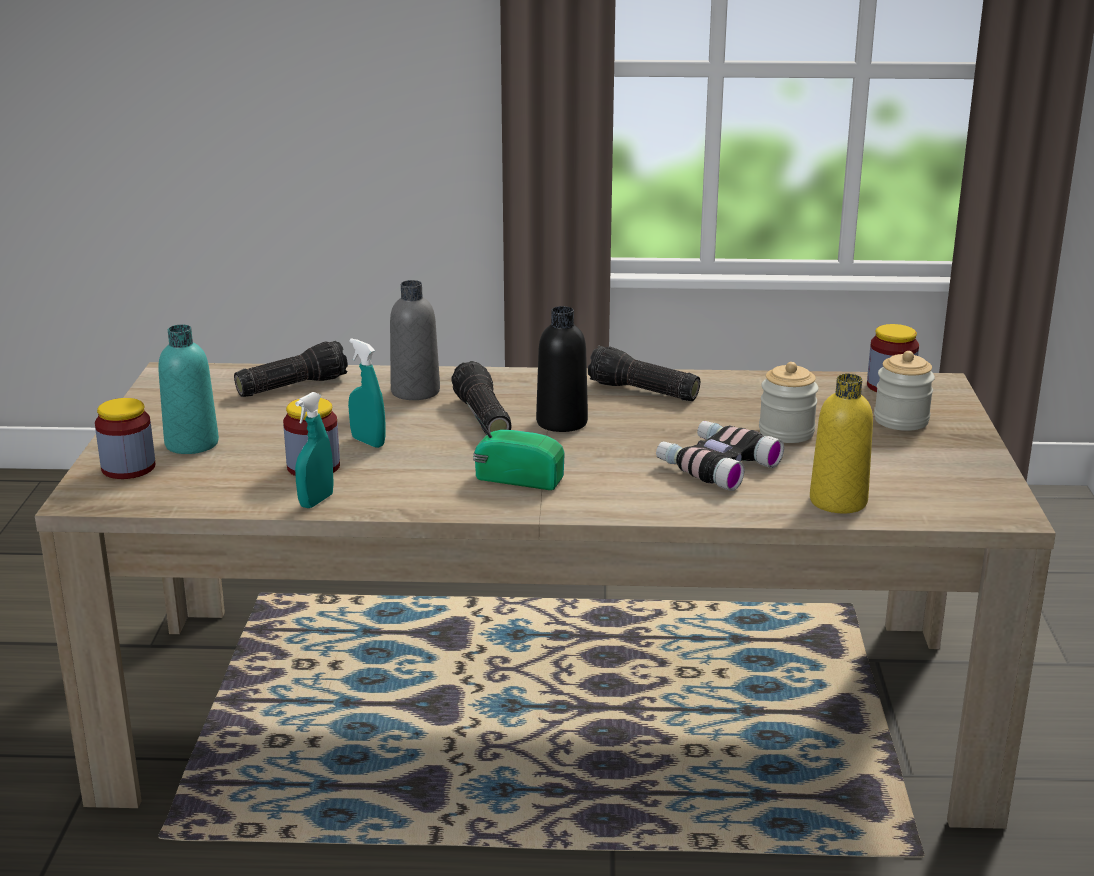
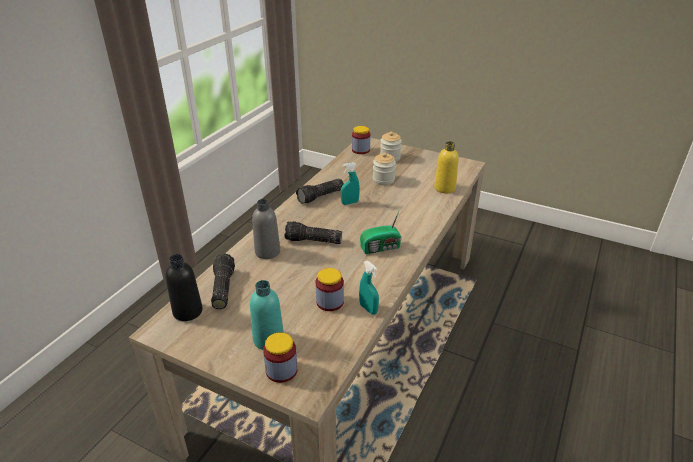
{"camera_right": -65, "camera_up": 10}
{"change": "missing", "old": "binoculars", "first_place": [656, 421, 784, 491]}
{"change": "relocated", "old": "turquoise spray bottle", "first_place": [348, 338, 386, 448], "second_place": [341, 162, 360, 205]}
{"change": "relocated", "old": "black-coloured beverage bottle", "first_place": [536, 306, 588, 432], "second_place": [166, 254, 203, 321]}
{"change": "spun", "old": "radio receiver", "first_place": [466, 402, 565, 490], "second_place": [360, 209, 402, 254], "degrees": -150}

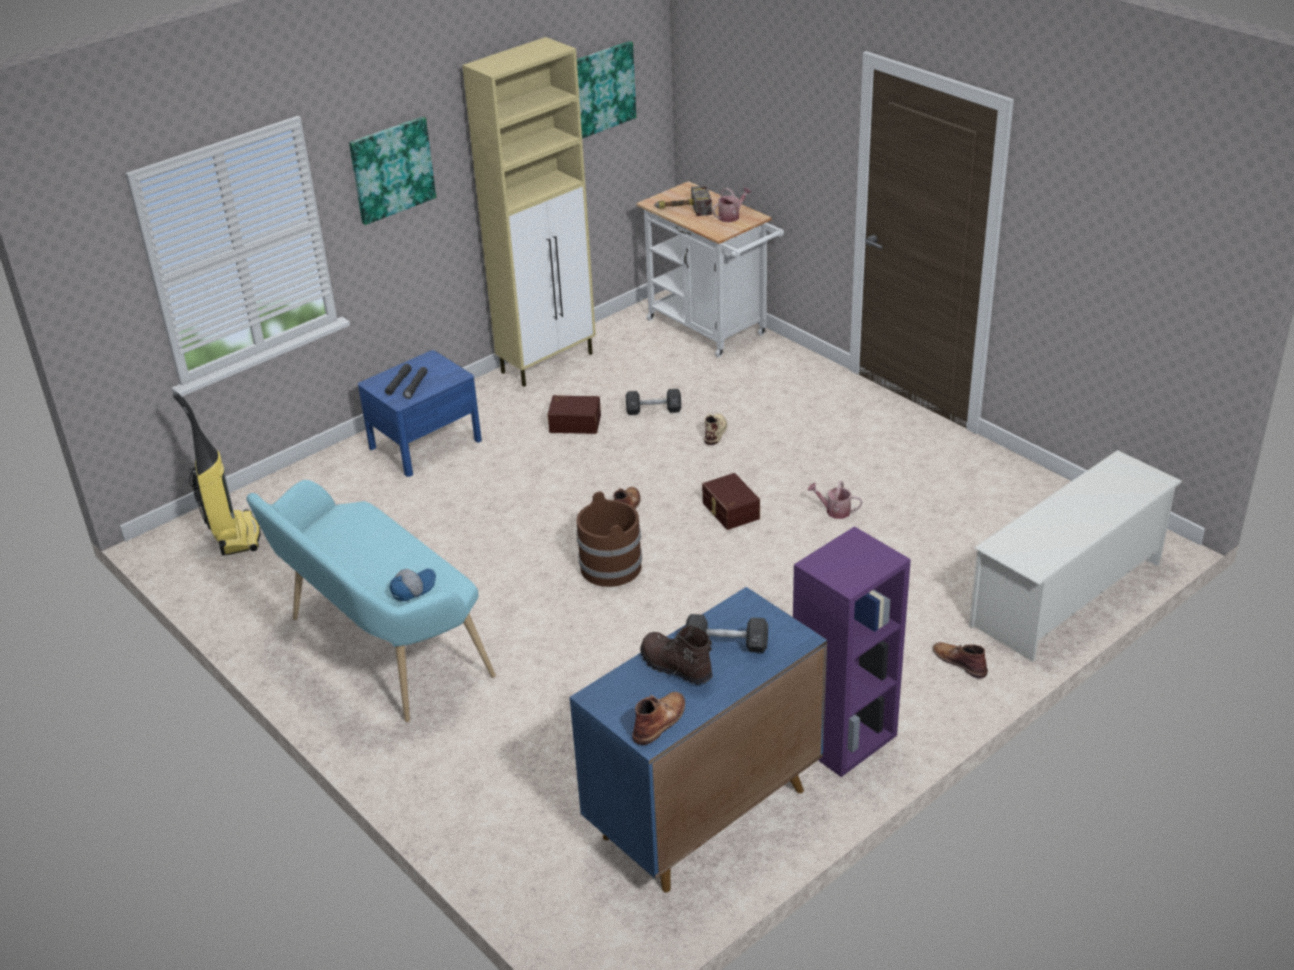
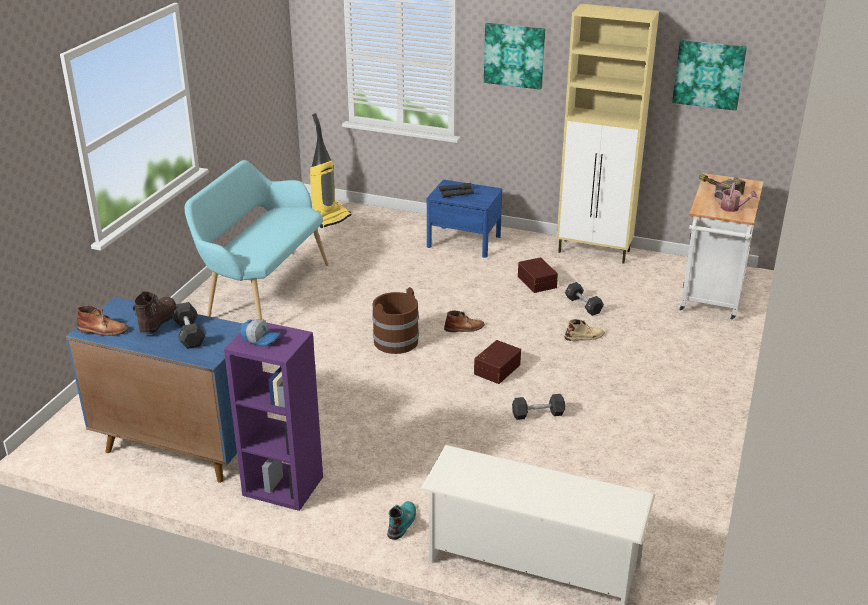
{"camera_right": 60, "camera_up": -5}
{"change": "relocated", "old": "cap", "first_place": [389, 568, 436, 601], "second_place": [240, 319, 281, 347]}
{"change": "exchanged", "old": "watering can", "new": "black-coloured hand weight", "first_place": [807, 481, 862, 519], "second_place": [512, 394, 565, 420]}
{"change": "colour", "old": "brownish tall boot", "new": "turquoise tall boot", "first_place": [933, 642, 988, 679], "second_place": [387, 501, 416, 540]}

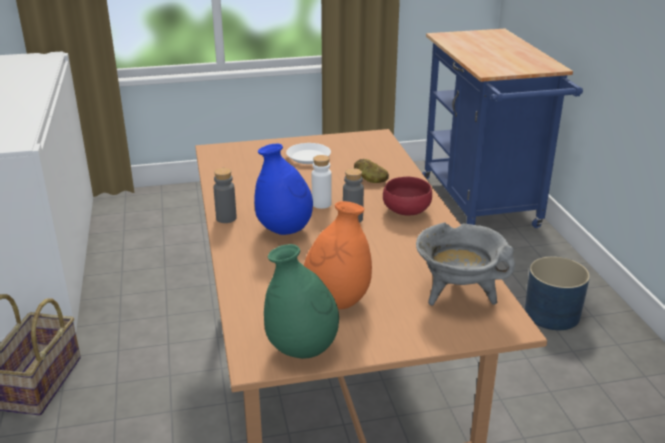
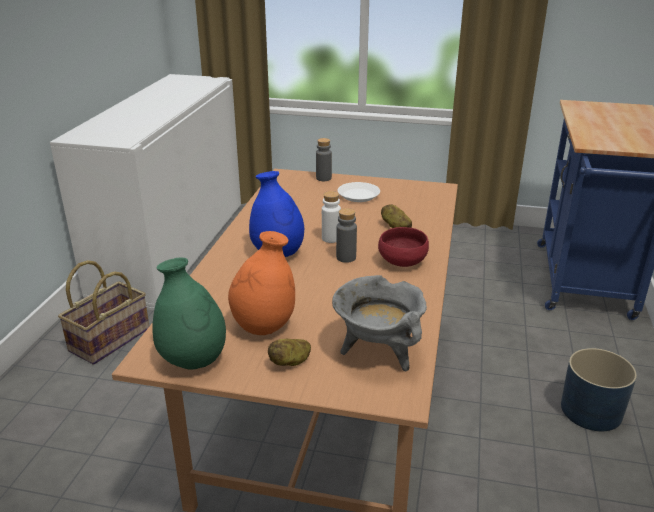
{"camera_right": 25, "camera_up": 0}
{"change": "appeared", "new": "potato", "second_place": [268, 338, 311, 366]}
{"change": "relocated", "old": "gray beverage bottle", "first_place": [213, 168, 236, 223], "second_place": [316, 138, 332, 181]}

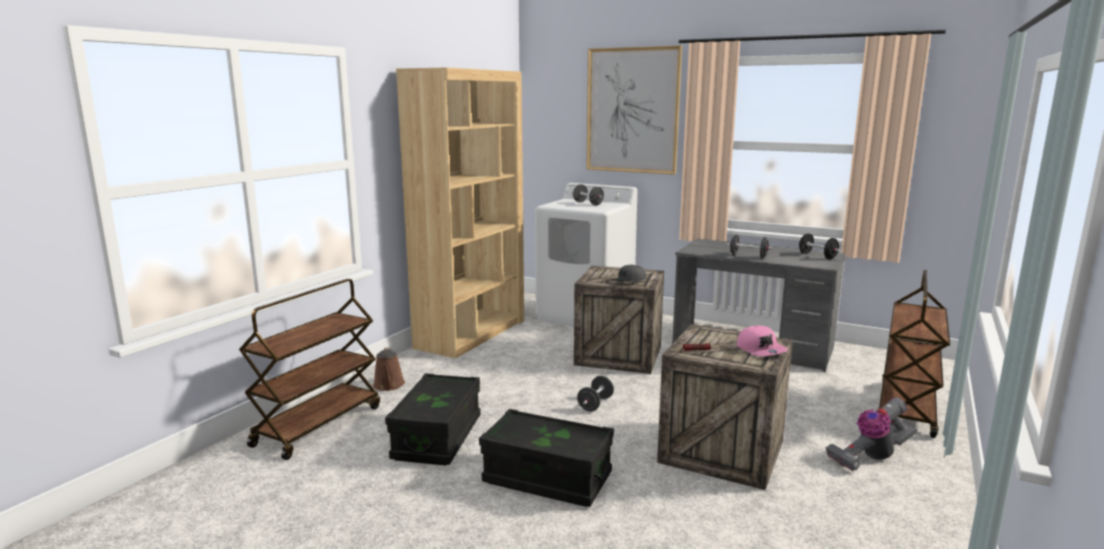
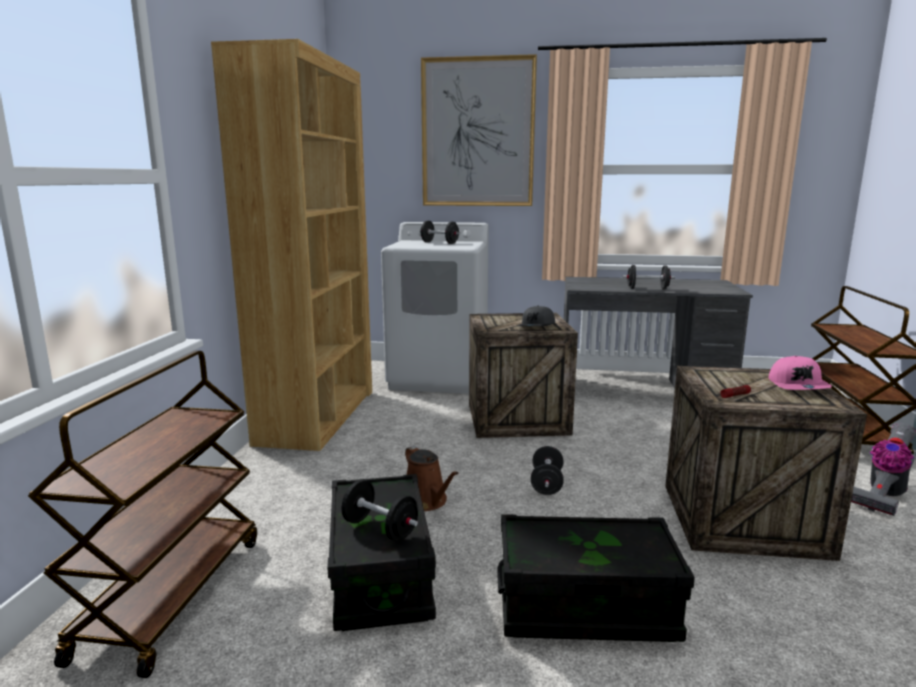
{"camera_right": -20, "camera_up": 0}
{"change": "relocated", "old": "brownish watering can", "first_place": [373, 347, 405, 391], "second_place": [405, 446, 458, 511]}
{"change": "relocated", "old": "black-coloured hand weight", "first_place": [799, 233, 840, 259], "second_place": [342, 480, 418, 541]}
{"change": "spun", "old": "pink cap", "first_place": [737, 326, 788, 356], "second_place": [769, 356, 832, 390], "degrees": 45}

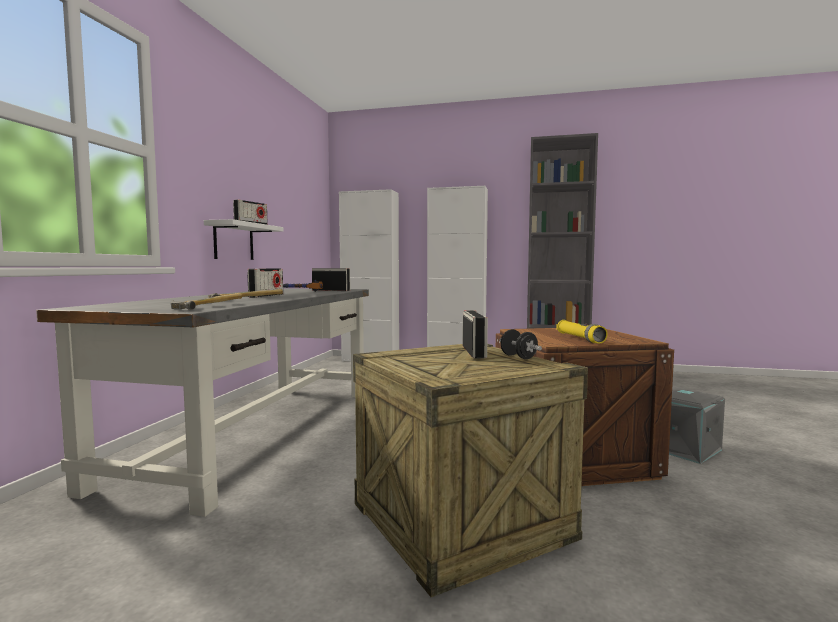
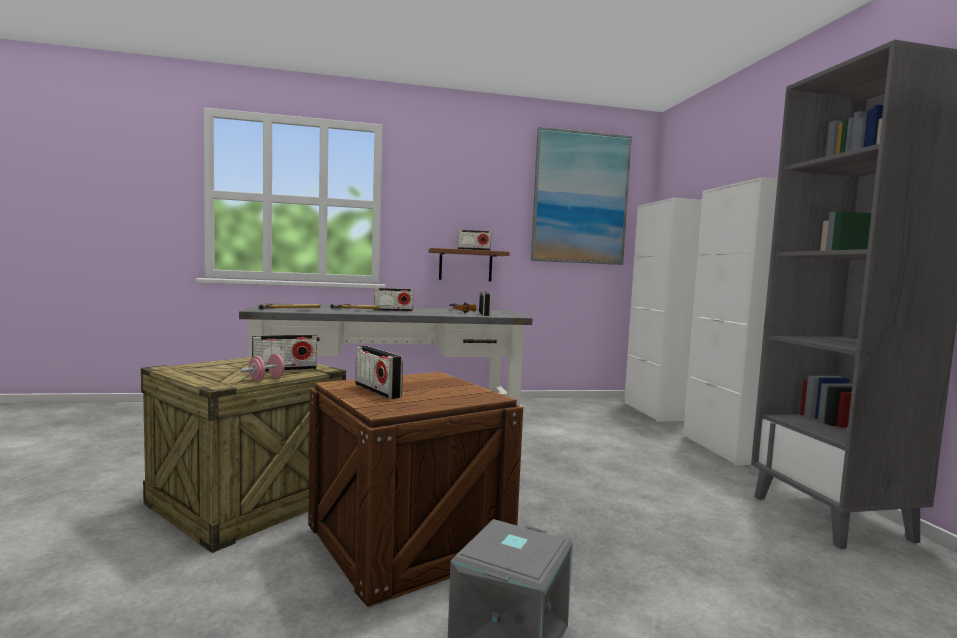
{"camera_right": 65, "camera_up": 0}
{"change": "appeared", "new": "picture", "second_place": [531, 127, 632, 265]}
{"change": "exchanged", "old": "yellow torch", "new": "radio receiver", "first_place": [556, 320, 608, 343], "second_place": [355, 346, 403, 399]}
{"change": "colour", "old": "white-coloured shelf", "new": "brownish shelf", "first_place": [204, 219, 284, 260], "second_place": [428, 248, 510, 282]}
{"change": "colour", "old": "black-coloured hand weight", "new": "pink hand weight", "first_place": [499, 329, 542, 359], "second_place": [240, 354, 292, 381]}

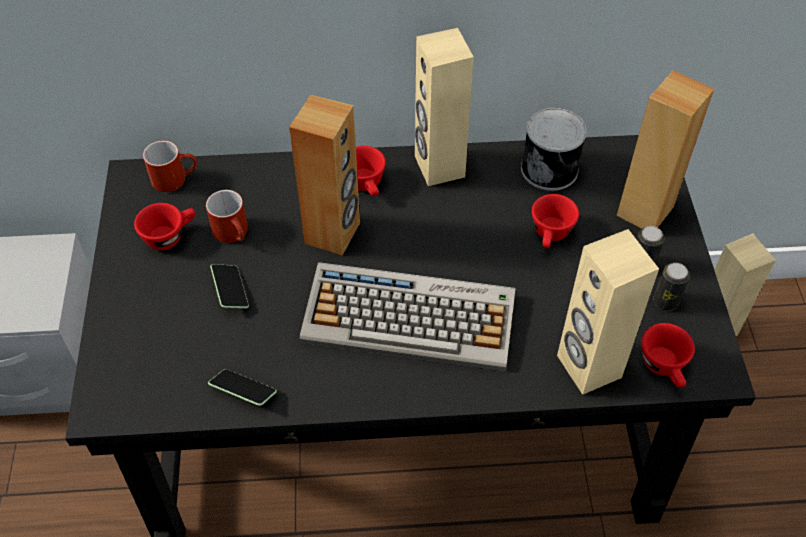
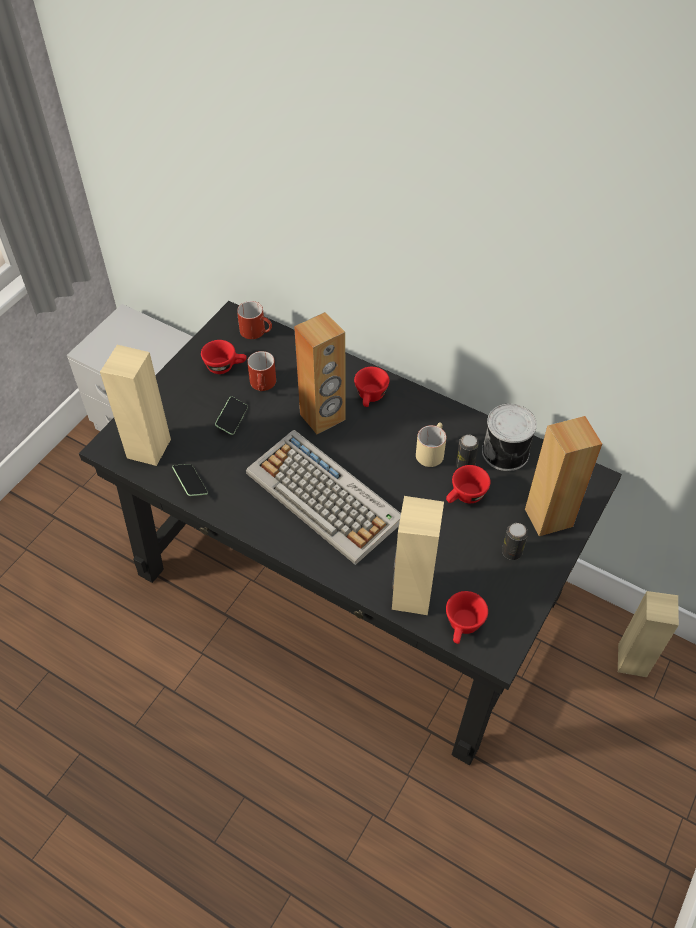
{"camera_right": 35, "camera_up": 0}
{"change": "appeared", "new": "sand-coloured coffee mug", "second_place": [416, 423, 446, 467]}
{"change": "relocated", "old": "sand-coloured audio speaker", "first_place": [415, 28, 474, 186], "second_place": [100, 345, 171, 466]}
{"change": "relocated", "old": "sealed can", "first_place": [653, 263, 690, 311], "second_place": [456, 435, 479, 468]}

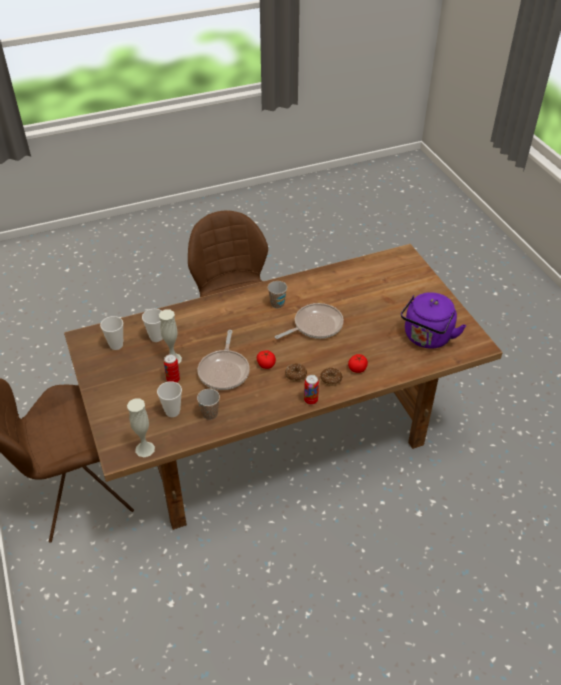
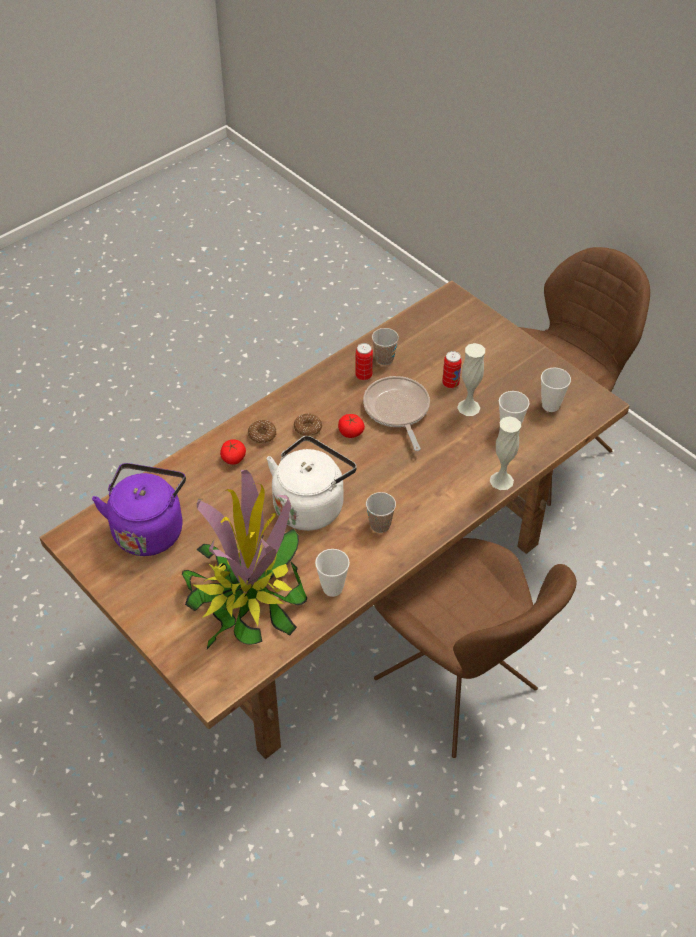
{"camera_right": 160, "camera_up": 5}
{"change": "appeared", "new": "potted plant", "second_place": [182, 470, 307, 649]}
{"change": "relocated", "old": "white-coloured flower vase", "first_place": [127, 399, 155, 457], "second_place": [490, 416, 521, 490]}
{"change": "relocated", "old": "small cup", "first_place": [157, 381, 182, 417], "second_place": [315, 549, 350, 597]}
{"change": "relocated", "old": "sealed can", "first_place": [304, 375, 319, 405], "second_place": [355, 343, 373, 381]}
{"change": "exchanged", "old": "skillet", "new": "white-coloured tea kettle", "first_place": [275, 303, 344, 339], "second_place": [267, 436, 357, 531]}

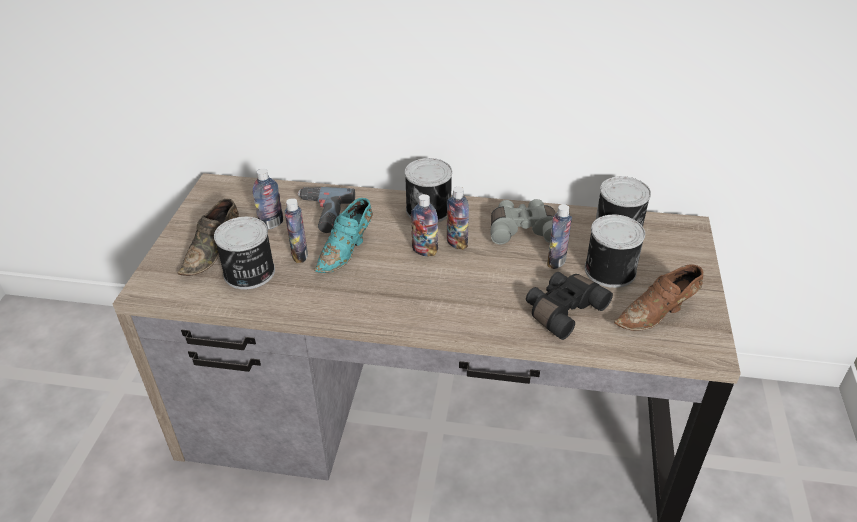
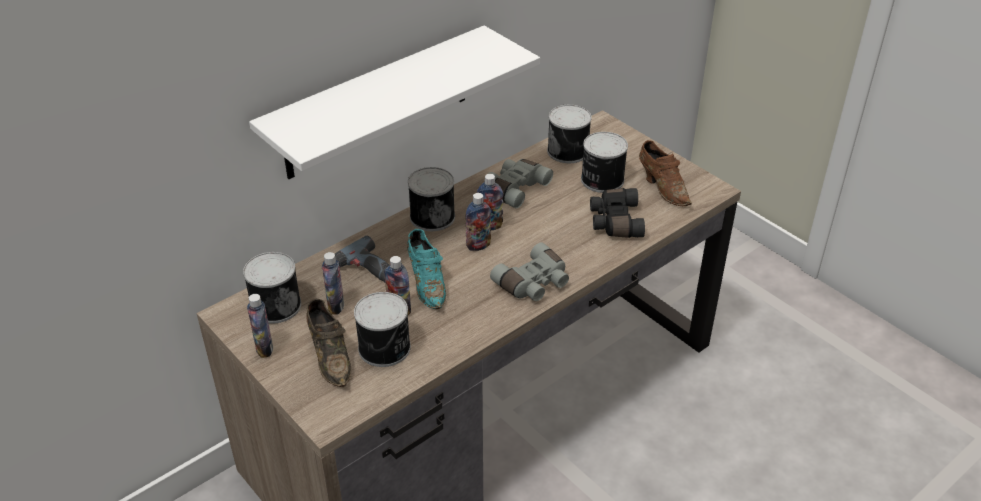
{"camera_right": -50, "camera_up": 0}
{"change": "appeared", "new": "sealed can", "second_place": [243, 252, 301, 324]}
{"change": "appeared", "new": "white-coloured shelf", "second_place": [249, 26, 540, 179]}
{"change": "appeared", "new": "gray binoculars", "second_place": [490, 242, 569, 301]}
{"change": "relocated", "old": "beverage bottle", "first_place": [547, 204, 572, 269], "second_place": [247, 294, 273, 358]}
{"change": "spun", "old": "brownish low shoe", "first_place": [614, 264, 704, 331], "second_place": [639, 140, 692, 206], "degrees": -45}

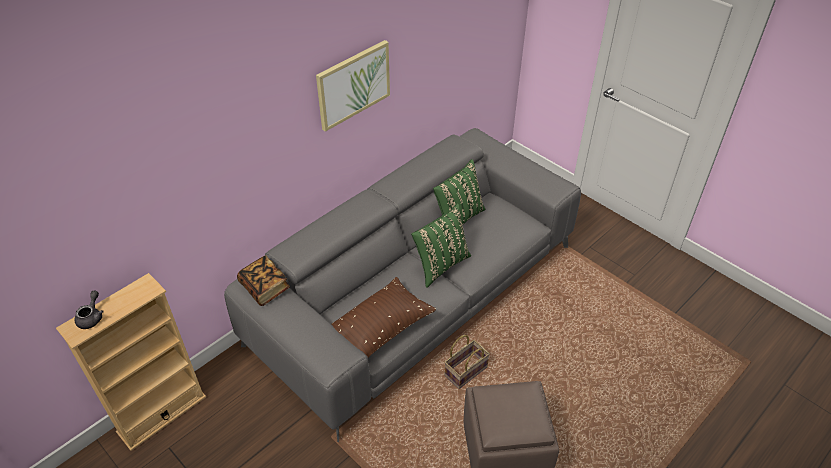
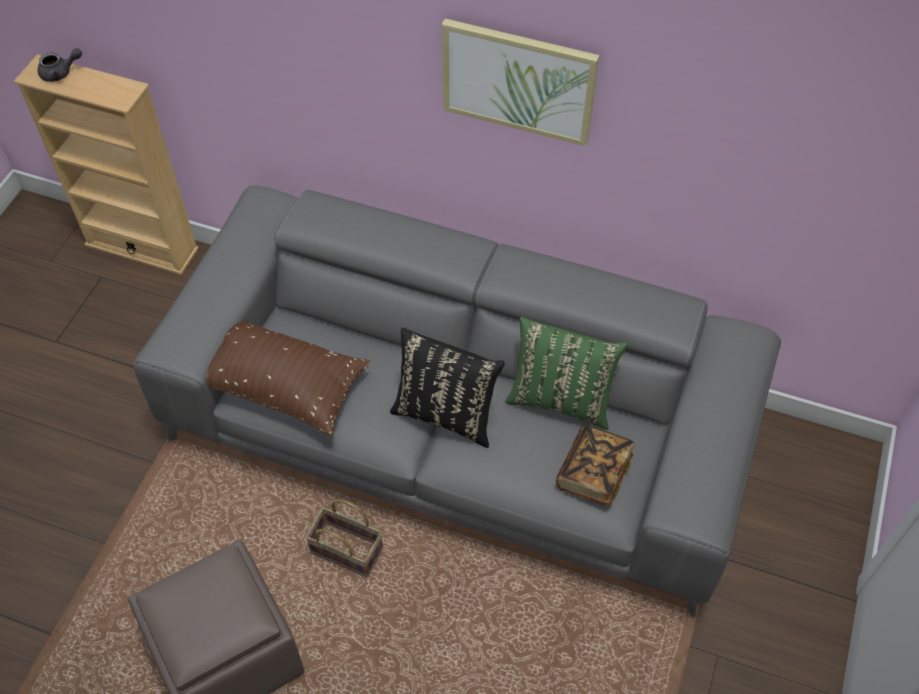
{"camera_right": 65, "camera_up": 10}
{"change": "relocated", "old": "bound book", "first_place": [237, 255, 290, 306], "second_place": [556, 425, 634, 507]}
{"change": "colour", "old": "green pillow", "new": "black-coloured pillow", "first_place": [411, 203, 471, 288], "second_place": [390, 328, 505, 448]}

